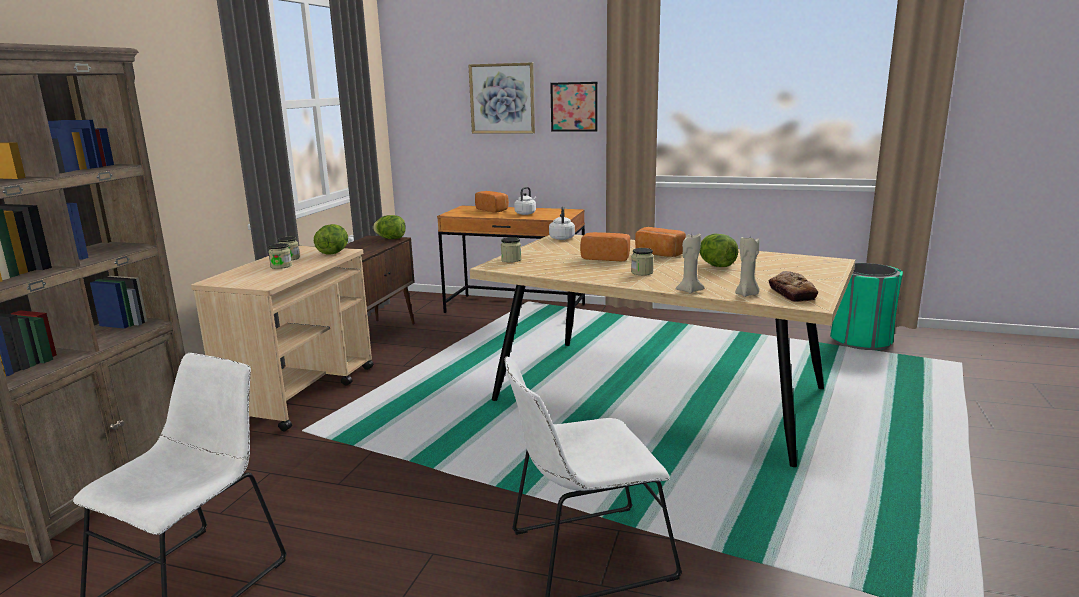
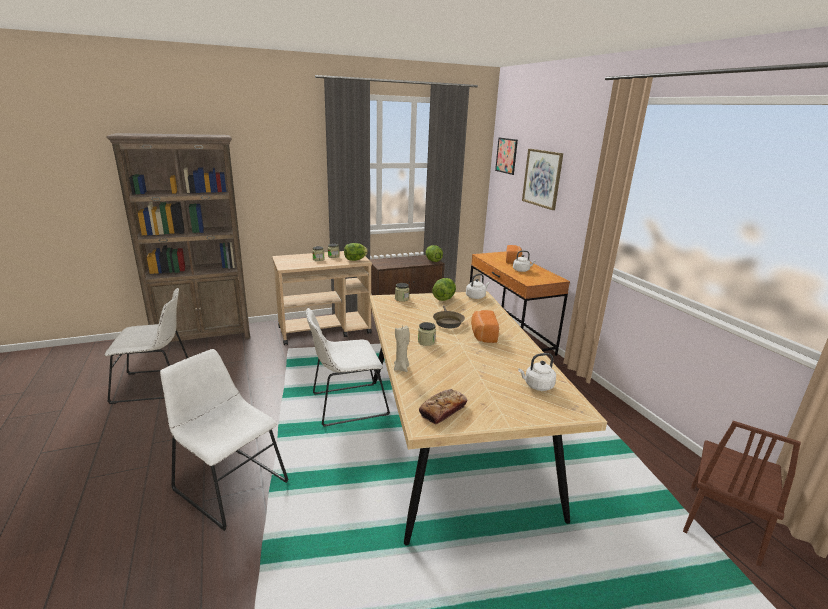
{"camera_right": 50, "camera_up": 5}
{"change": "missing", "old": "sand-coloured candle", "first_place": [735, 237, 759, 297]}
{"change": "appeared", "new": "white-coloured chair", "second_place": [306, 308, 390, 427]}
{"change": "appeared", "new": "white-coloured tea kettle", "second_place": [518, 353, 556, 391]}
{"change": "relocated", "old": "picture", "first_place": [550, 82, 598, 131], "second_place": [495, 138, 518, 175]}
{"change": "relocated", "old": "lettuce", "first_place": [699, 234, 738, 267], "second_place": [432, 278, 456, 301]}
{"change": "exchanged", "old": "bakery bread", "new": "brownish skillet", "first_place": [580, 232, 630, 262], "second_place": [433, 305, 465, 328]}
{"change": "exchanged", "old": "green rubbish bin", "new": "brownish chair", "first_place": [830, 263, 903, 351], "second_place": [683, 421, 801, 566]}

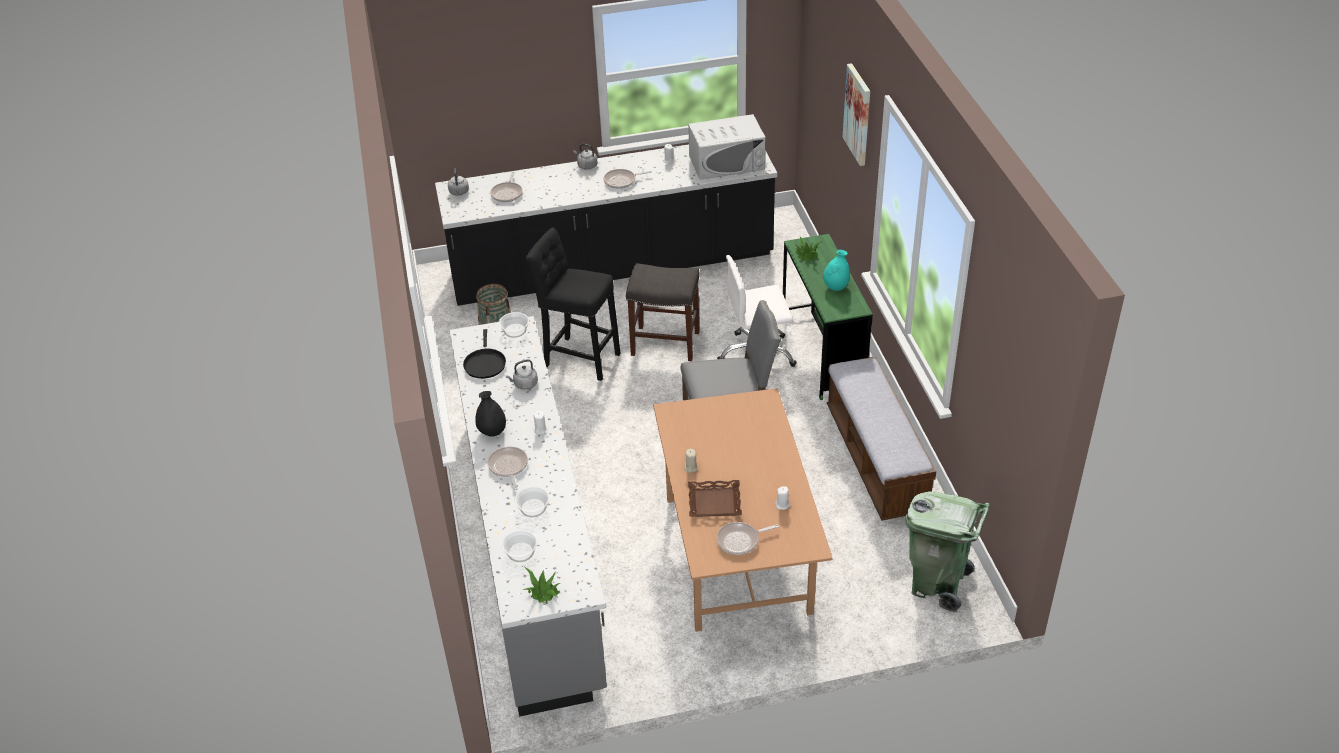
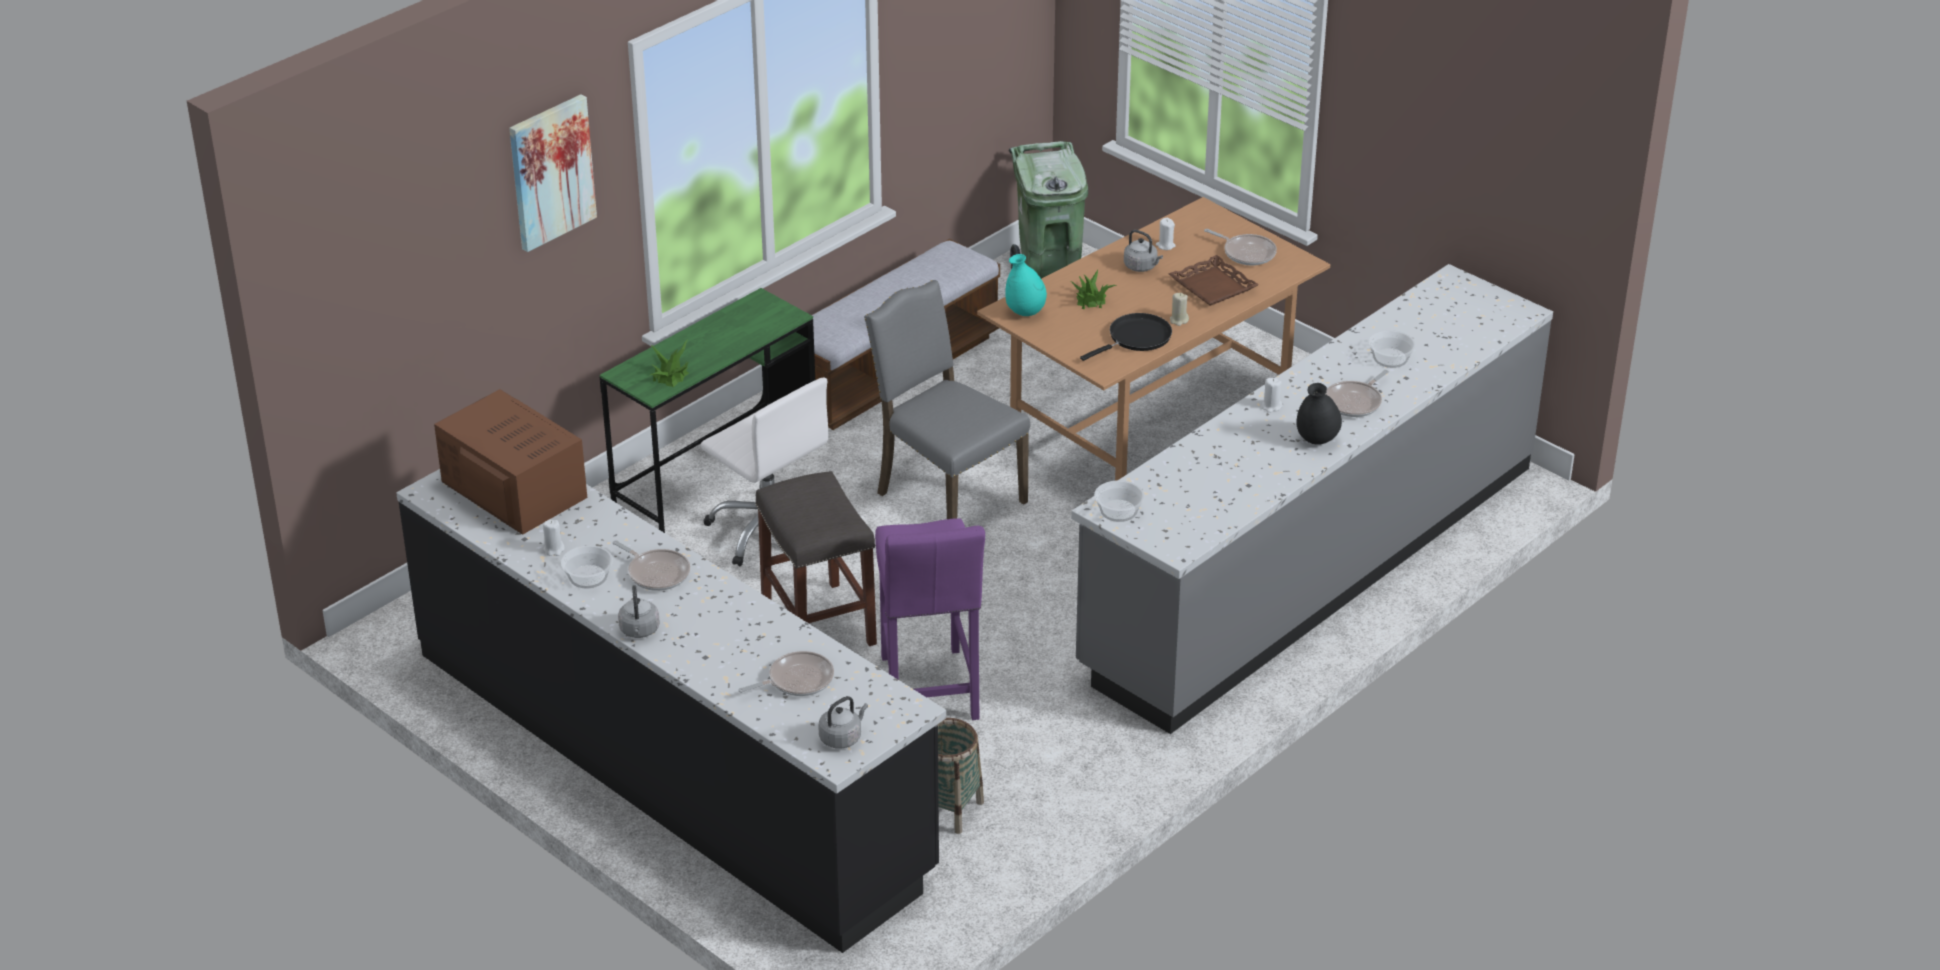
{"camera_right": -125, "camera_up": -5}
{"change": "relocated", "old": "black-coloured skillet", "first_place": [463, 329, 506, 379], "second_place": [1080, 313, 1172, 361]}
{"change": "relocated", "old": "bowl", "first_place": [501, 530, 538, 562], "second_place": [561, 545, 613, 589]}
{"change": "relocated", "old": "gray tea kettle", "first_place": [506, 359, 538, 390], "second_place": [1124, 230, 1163, 272]}
{"change": "relocated", "old": "potted plant", "first_place": [523, 566, 560, 604], "second_place": [1069, 270, 1116, 309]}
{"change": "relocated", "old": "turquoise flower vase", "first_place": [823, 250, 850, 291], "second_place": [1005, 254, 1047, 316]}
{"change": "colour", "old": "black-coloured stool seat", "new": "purple stool seat", "first_place": [525, 228, 621, 381], "second_place": [875, 518, 985, 720]}
{"change": "colour", "old": "white-coloured microwave", "new": "brownish microwave", "first_place": [688, 114, 765, 180], "second_place": [434, 389, 587, 535]}

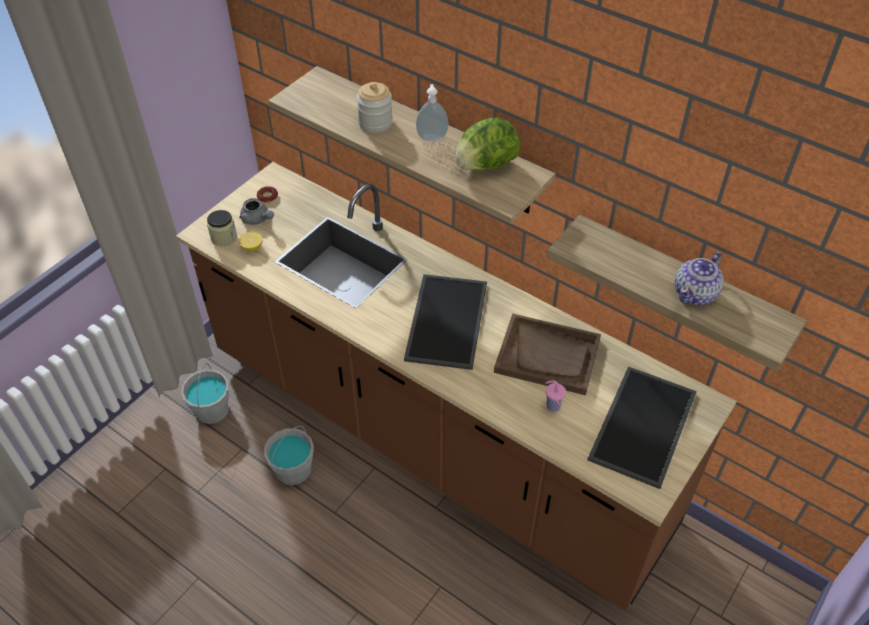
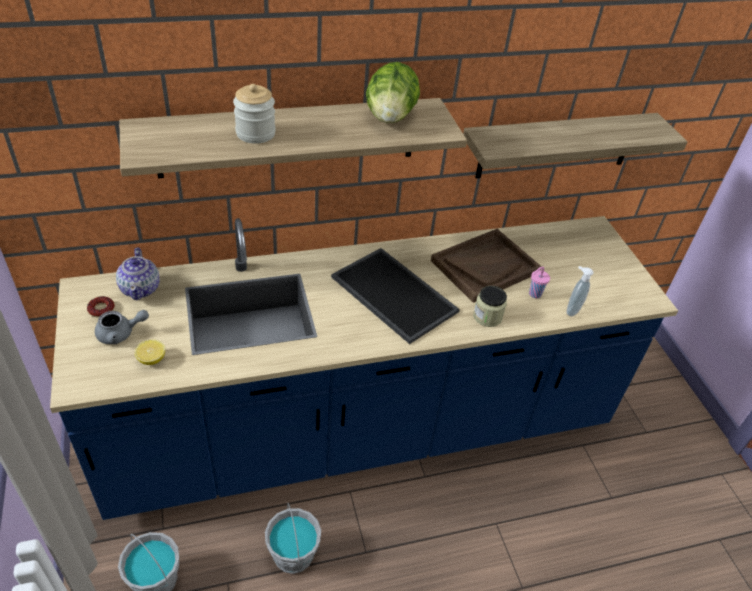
{"camera_right": -55, "camera_up": -5}
{"change": "missing", "old": "carrying tray", "first_place": [587, 367, 697, 489]}
{"change": "relocated", "old": "preserve jar", "first_place": [207, 210, 237, 246], "second_place": [473, 286, 507, 327]}
{"change": "relocated", "old": "soap dispenser", "first_place": [416, 84, 448, 141], "second_place": [566, 266, 594, 316]}
{"change": "relocated", "old": "tea pot", "first_place": [675, 252, 724, 305], "second_place": [116, 248, 160, 300]}
{"change": "colour", "old": "brownish counter", "new": "blue counter", "first_place": [176, 162, 737, 610], "second_place": [50, 216, 678, 520]}

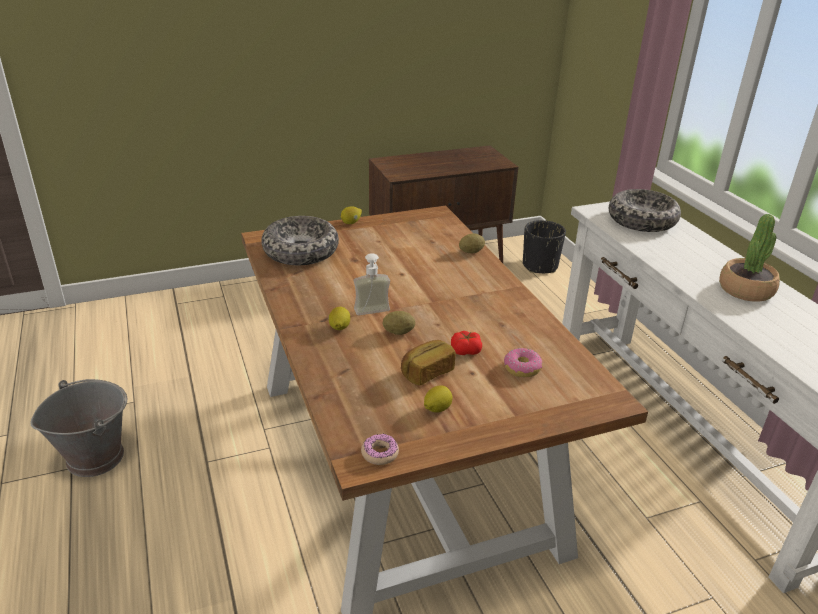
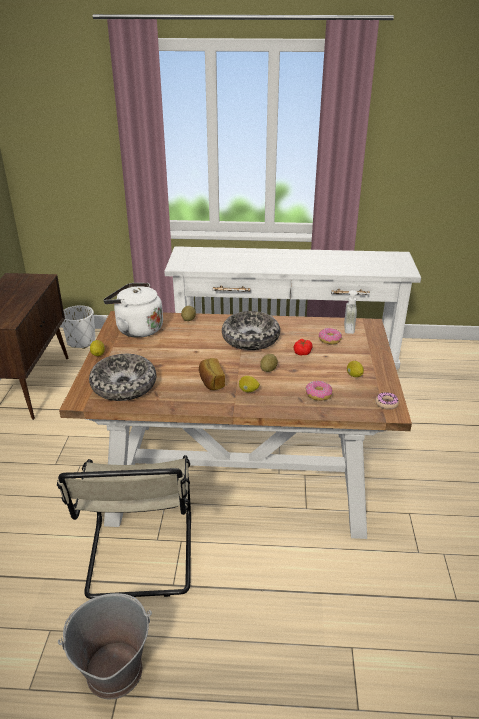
{"camera_right": -65, "camera_up": 0}
{"change": "missing", "old": "potted plant", "first_place": [719, 214, 780, 302]}
{"change": "appeared", "new": "sand-coloured chair", "second_place": [57, 455, 191, 599]}
{"change": "appeared", "new": "white-coloured tea kettle", "second_place": [103, 283, 163, 338]}
{"change": "appeared", "new": "ring doughnut", "second_place": [305, 381, 333, 401]}
{"change": "relocated", "old": "soap dispenser", "first_place": [354, 253, 390, 316], "second_place": [344, 290, 367, 334]}
{"change": "relocated", "old": "bakery bread", "first_place": [401, 340, 456, 386], "second_place": [199, 358, 225, 390]}
{"change": "relocated", "old": "bowl", "first_place": [609, 189, 681, 232], "second_place": [222, 311, 280, 350]}
{"change": "colour", "old": "black-coloured flower pot", "new": "white-coloured flower pot", "first_place": [523, 220, 566, 273], "second_place": [62, 305, 96, 349]}

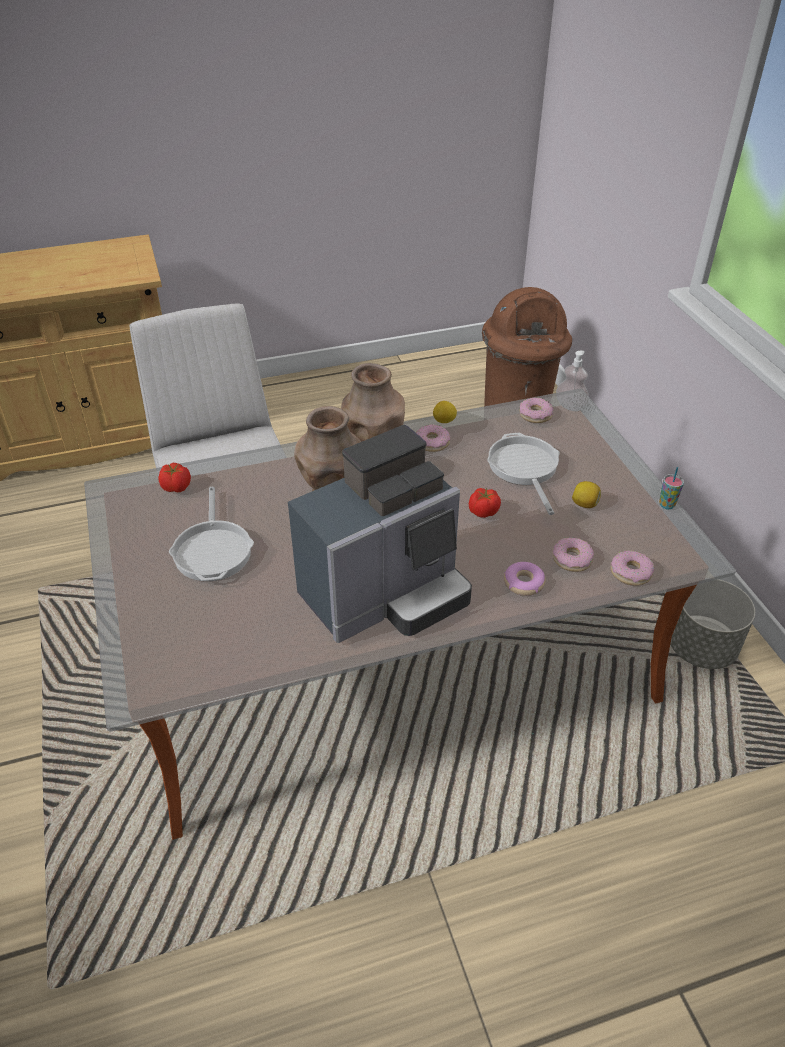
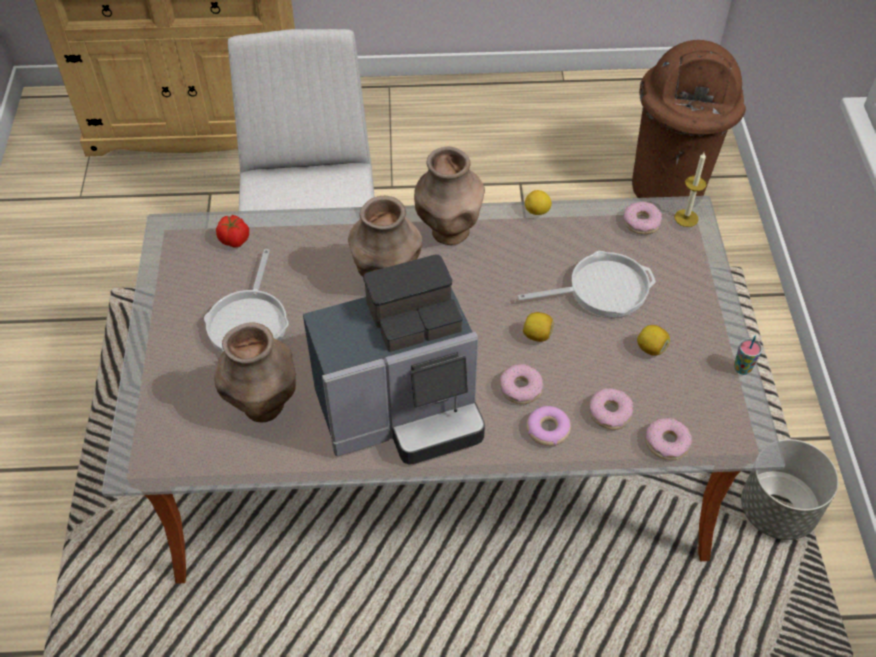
{"camera_right": 15, "camera_up": 10}
{"change": "appeared", "new": "brownish flower vase", "second_place": [215, 323, 296, 422]}
{"change": "relocated", "old": "ring doughnut", "first_place": [416, 424, 450, 452], "second_place": [500, 364, 543, 404]}
{"change": "exchanged", "old": "tomato", "new": "whole lemon", "first_place": [469, 488, 501, 518], "second_place": [523, 312, 554, 342]}
{"change": "exchanged", "old": "soap dispenser", "new": "candle", "first_place": [556, 350, 589, 411], "second_place": [674, 153, 706, 227]}
{"change": "spun", "old": "skillet", "first_place": [487, 433, 560, 515], "second_place": [518, 251, 656, 317], "degrees": 75}

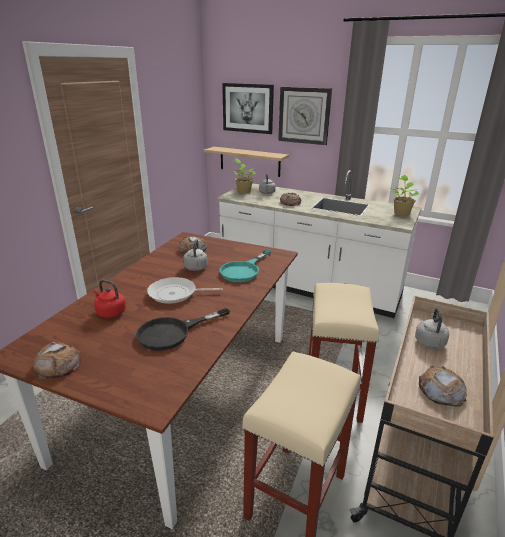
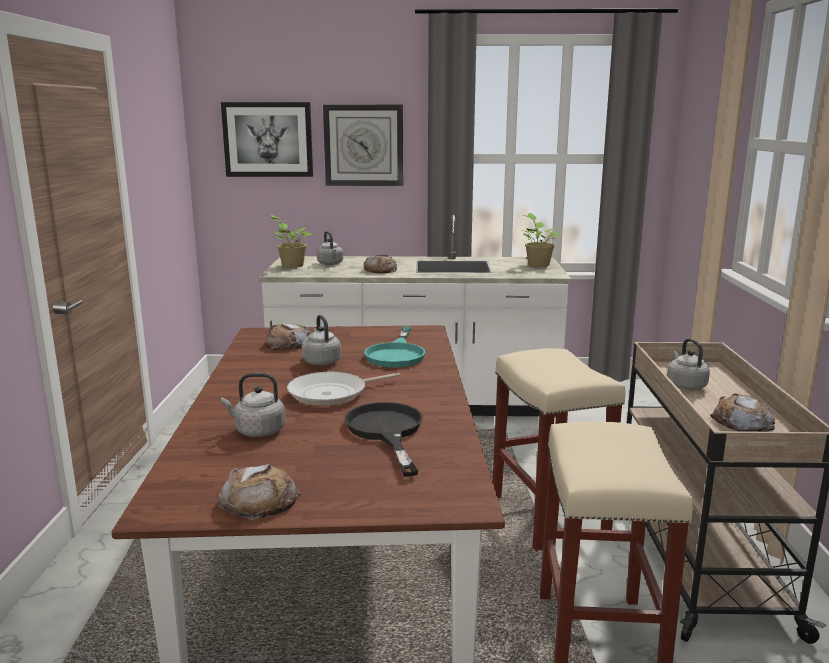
{"camera_right": -25, "camera_up": -10}
{"change": "missing", "old": "shelf", "first_place": [204, 147, 289, 177]}
{"change": "colour", "old": "red tea kettle", "new": "gray tea kettle", "first_place": [93, 280, 126, 318], "second_place": [221, 373, 285, 437]}
{"change": "spun", "old": "black-coloured skillet", "first_place": [136, 308, 230, 351], "second_place": [345, 402, 423, 477], "degrees": 135}

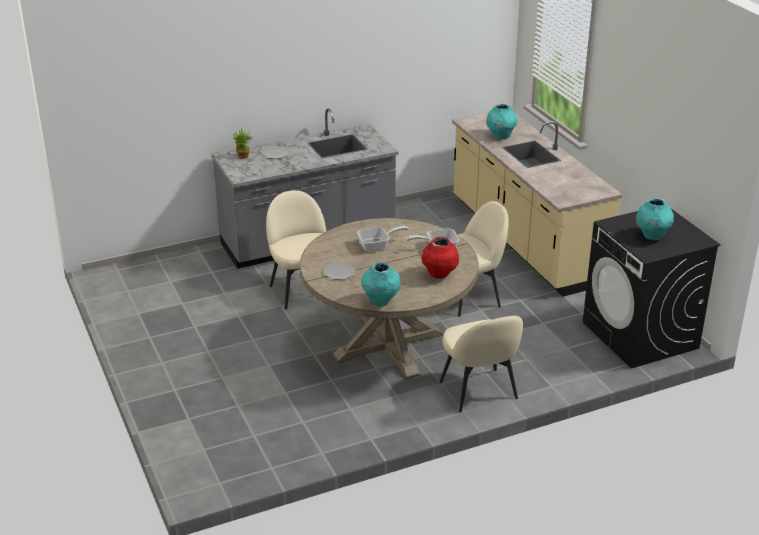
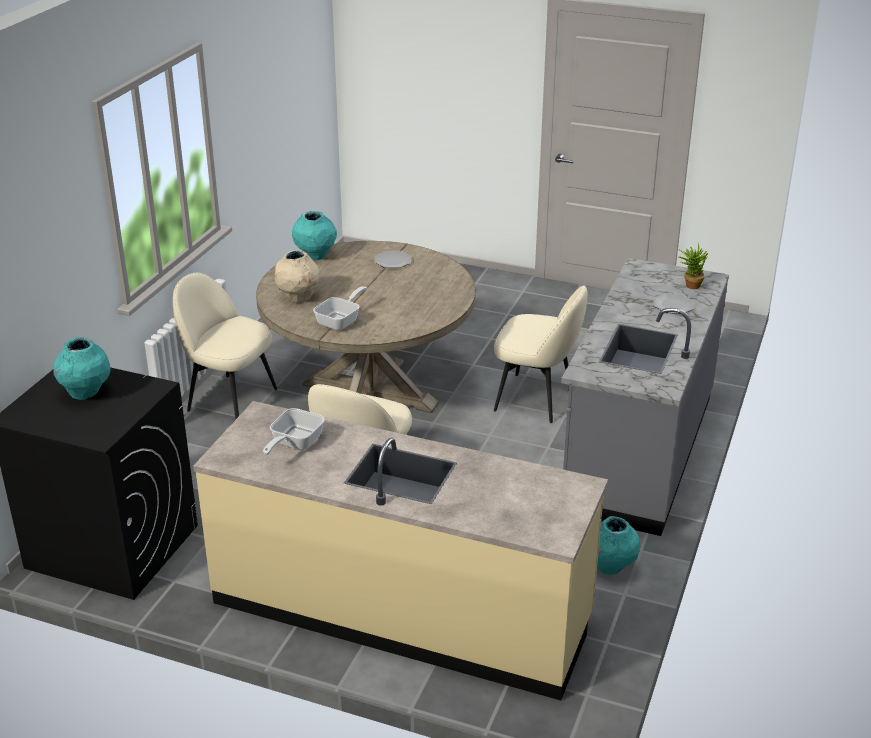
{"camera_right": 135, "camera_up": 0}
{"change": "relocated", "old": "skillet", "first_place": [357, 226, 409, 252], "second_place": [263, 408, 325, 455]}
{"change": "relocated", "old": "turquoise flower vase", "first_place": [486, 104, 517, 139], "second_place": [597, 516, 640, 575]}
{"change": "colour", "old": "red flower vase", "new": "sand-coloured flower vase", "first_place": [421, 237, 459, 279], "second_place": [275, 249, 320, 303]}

